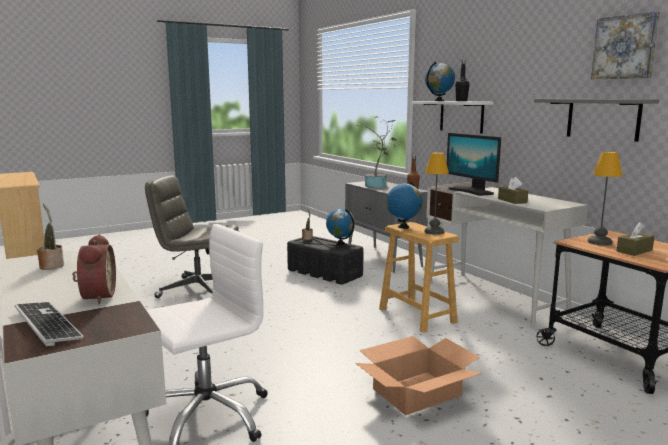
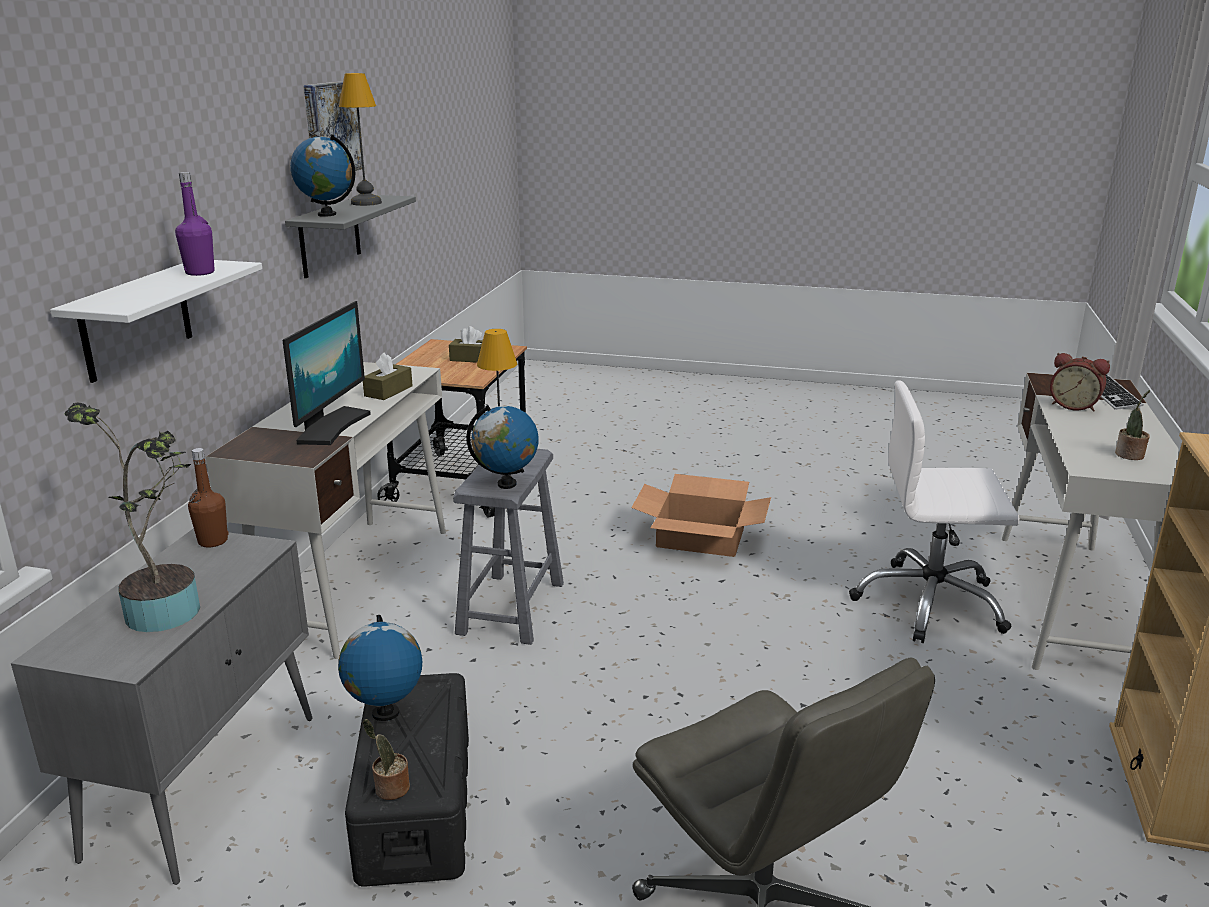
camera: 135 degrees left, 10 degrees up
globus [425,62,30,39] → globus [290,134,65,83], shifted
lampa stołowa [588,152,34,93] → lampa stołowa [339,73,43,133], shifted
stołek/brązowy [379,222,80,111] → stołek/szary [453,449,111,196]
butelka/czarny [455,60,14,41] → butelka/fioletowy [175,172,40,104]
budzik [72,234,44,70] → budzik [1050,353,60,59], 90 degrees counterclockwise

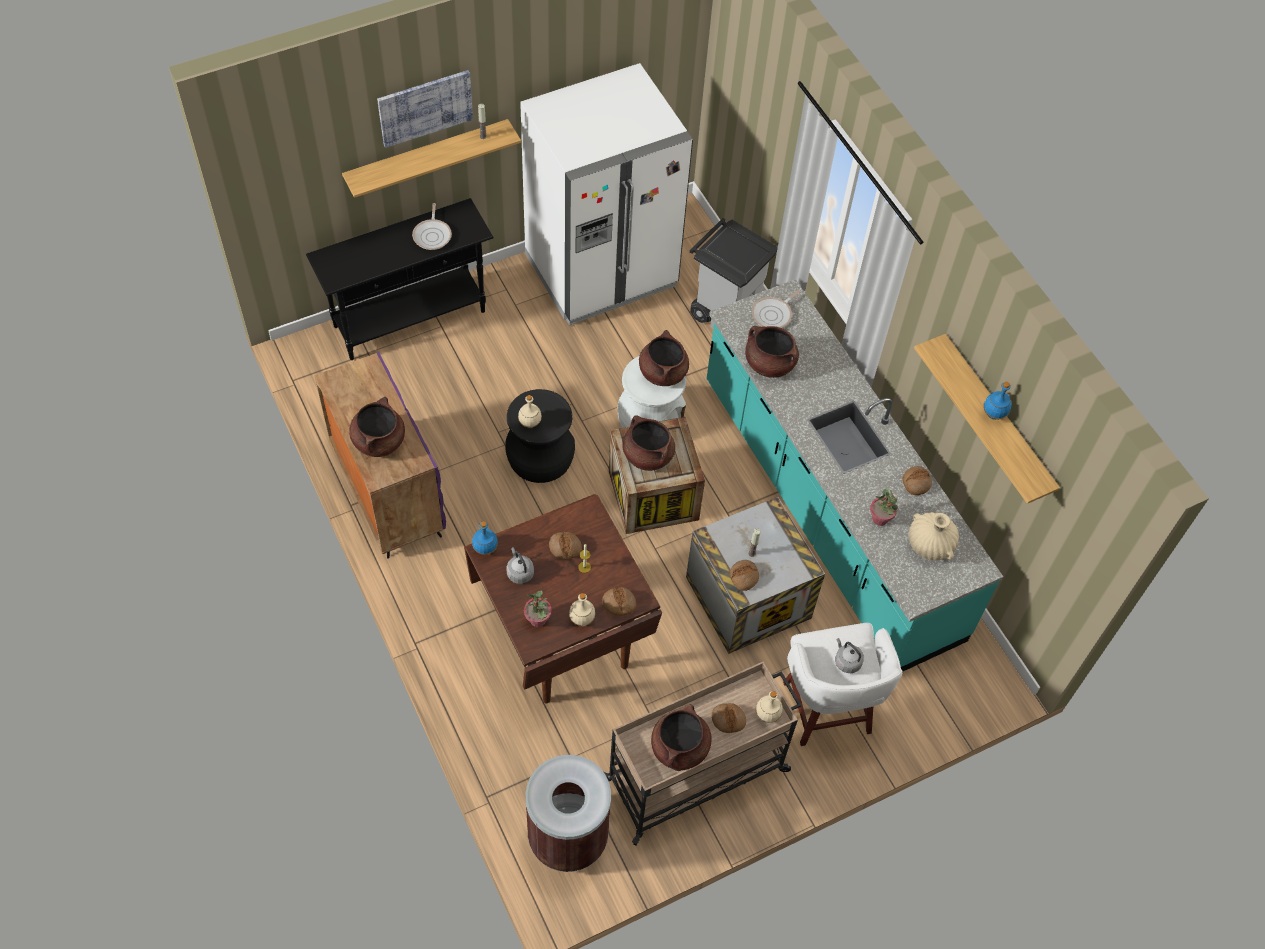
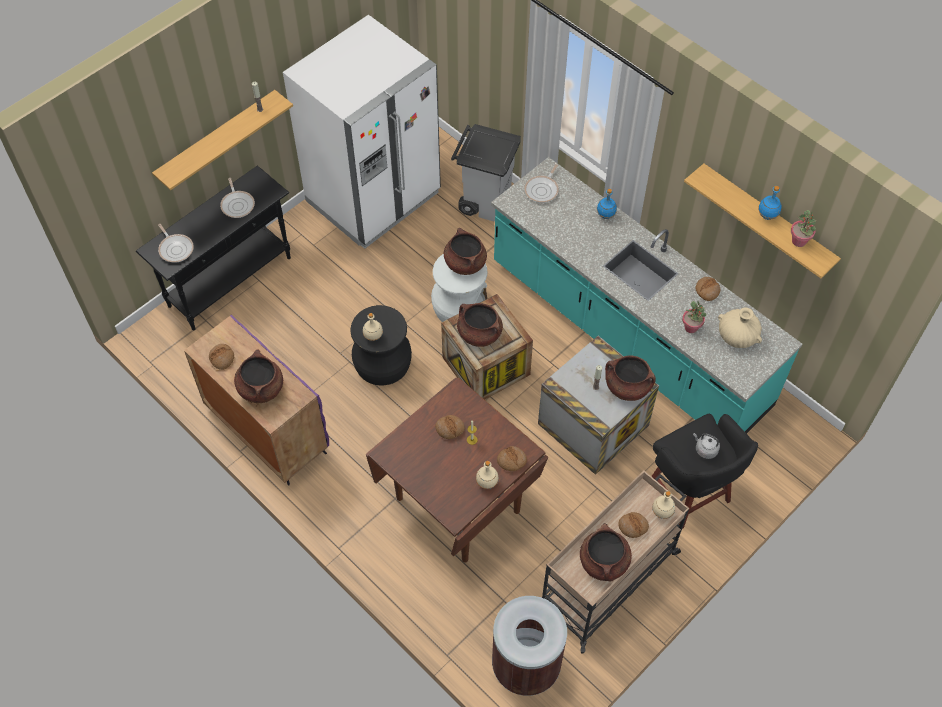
camera: 15 degrees left, 0 degrees up
obraz [377,70,96,78] → -
czajnik/szary [507,547,27,37] → -
- → patelnia [158,224,36,39]
butelka/niebieski [472,521,26,34] → butelka/niebieski [597,189,20,30], shifted
roślina doniczkowa [524,591,28,36] → roślina doniczkowa [791,210,25,37], shifted
chleb [730,560,29,31] → chleb [209,344,25,26], shifted
garnek/brązowy [745,326,54,52] → garnek/brązowy [605,356,51,45], shifted
stołek/biały [783,623,120,123] → stołek/czarny [651,414,107,115]

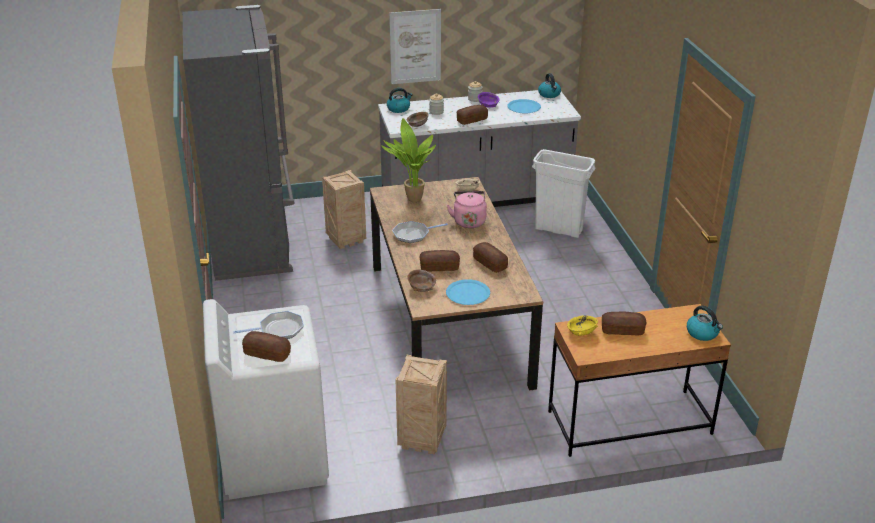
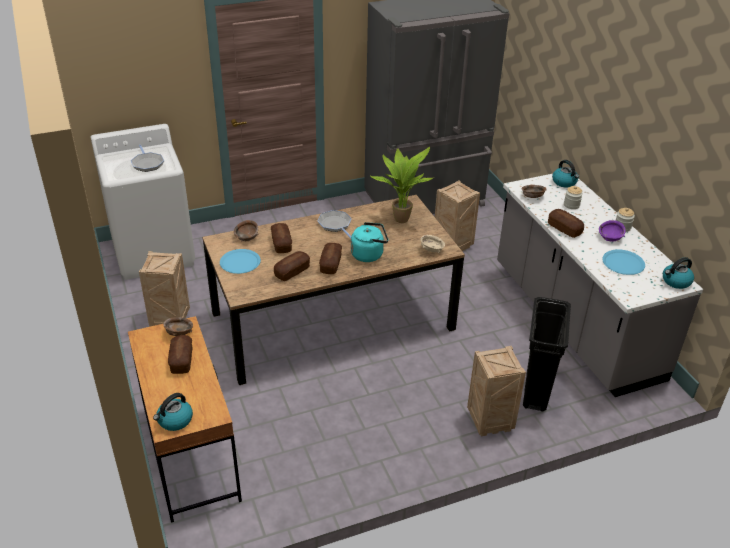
camera: 80 degrees right, 5 degrees up
obraz [389,9,52,75] → -
- → skrzynka [467,346,59,90]
chleb [242,331,49,31] → chleb [319,243,23,31], shifted
czajnik/różowy [447,191,40,37] → czajnik/turkusowy [351,222,37,40]
kosz na śmieci/biały [532,149,63,89] → kosz na śmieci/czarny [523,297,48,115]
miska/żółty [567,315,31,21] → miska/brązowy [163,317,30,19]

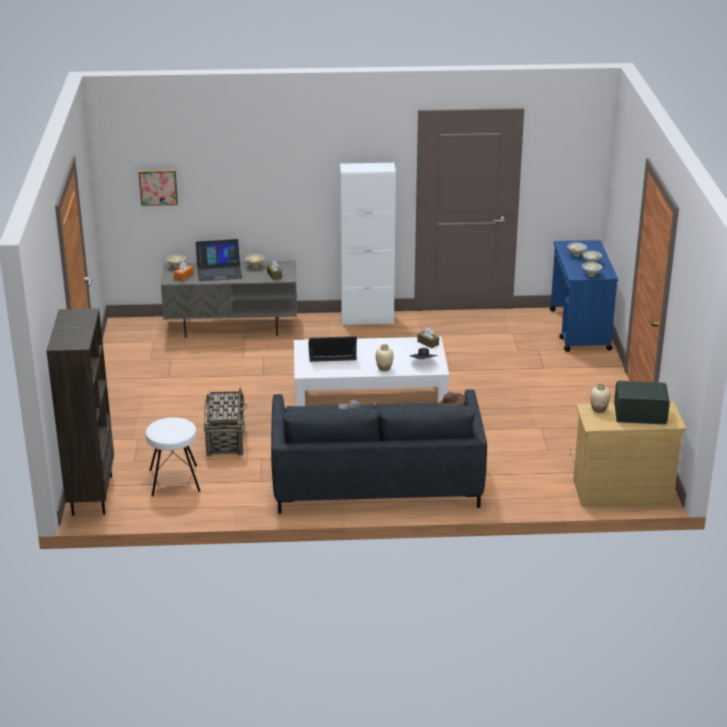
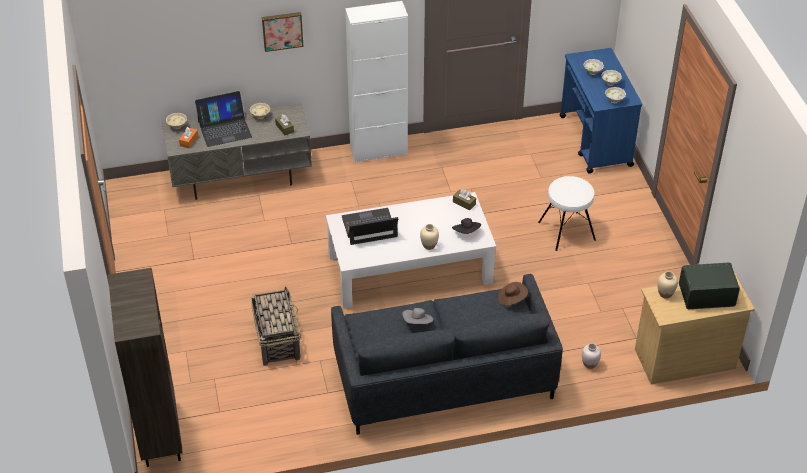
camera: 10 degrees left, 15 degrees up
- → wazon/biały [582,343,19,26]
obraz [139,169,39,37] → obraz [262,12,42,40], shifted
stołek/biały [146,417,55,80] → stołek/biały [538,176,58,75], shifted

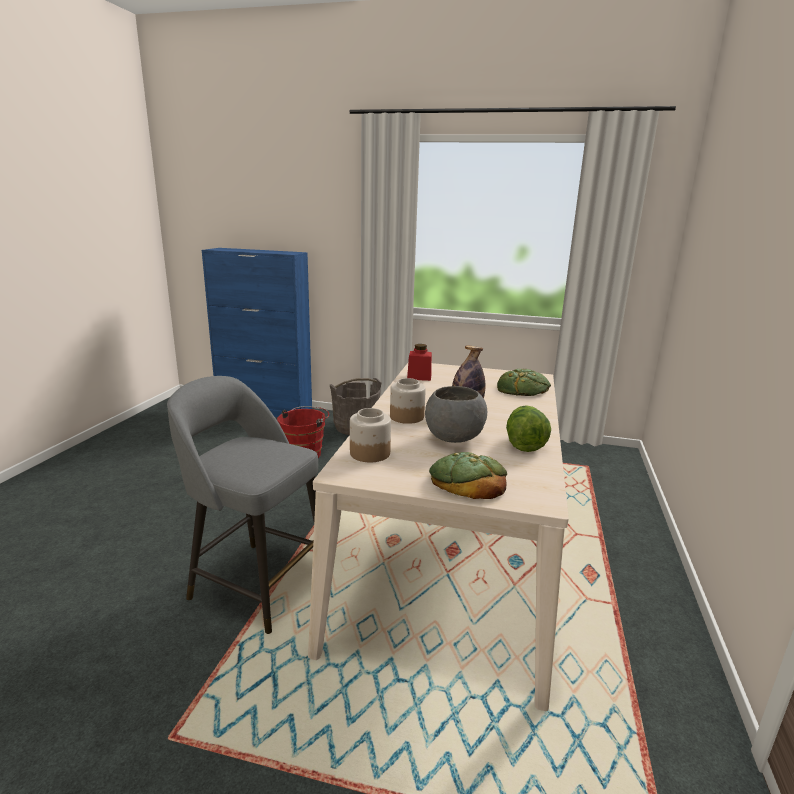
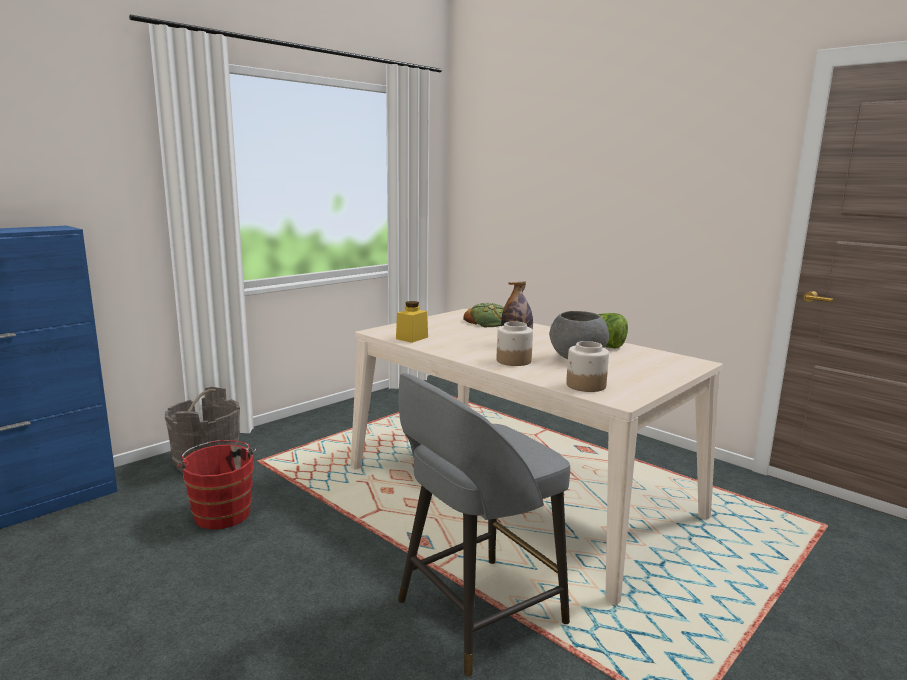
camera: 60 degrees left, 5 degrees down
chleb [429,452,78,47] → -
słoik/czerwony [407,344,25,37] → słoik/żółty [396,301,32,42]

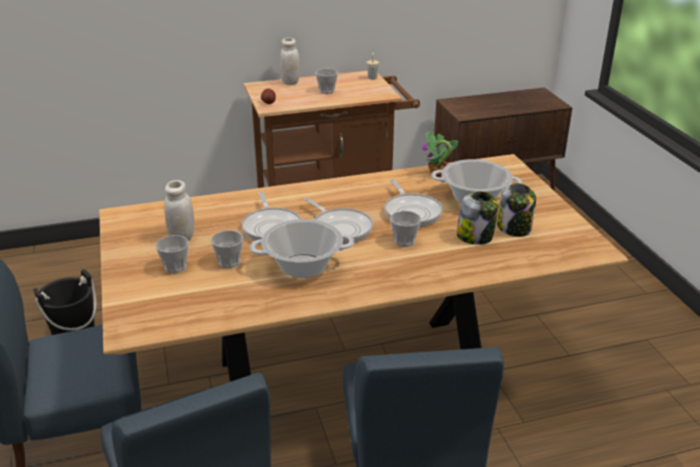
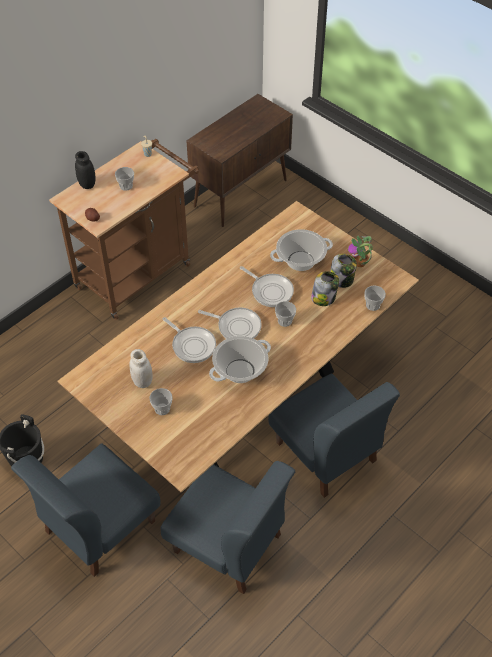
camera: 30 degrees left, 20 degrees up
filiżanka [211,230,32,38] → filiżanka [364,286,22,25], shifted
roślina doniczkowa [422,131,36,46] → roślina doniczkowa [348,236,25,31], shifted
słoik/biały [280,38,20,47] → słoik/czarny [75,151,21,38]

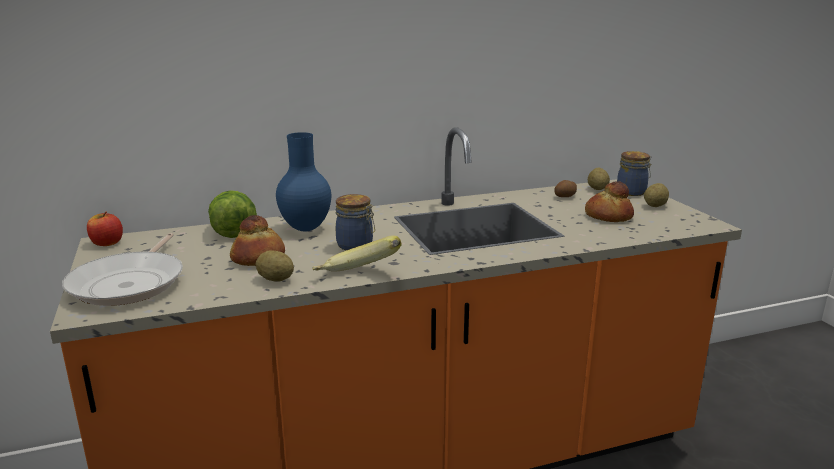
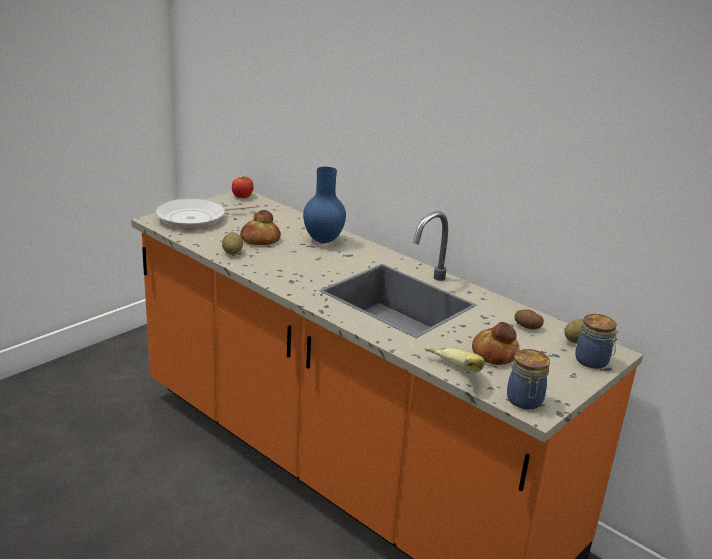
camera: 60 degrees right, 5 degrees up
sałata [208,190,49,48] → -
ziemniak [644,183,25,24] → -
banan [312,236,90,36] → banan [425,346,59,26], shifted
słoik [336,194,39,56] → słoik [507,349,43,60], shifted

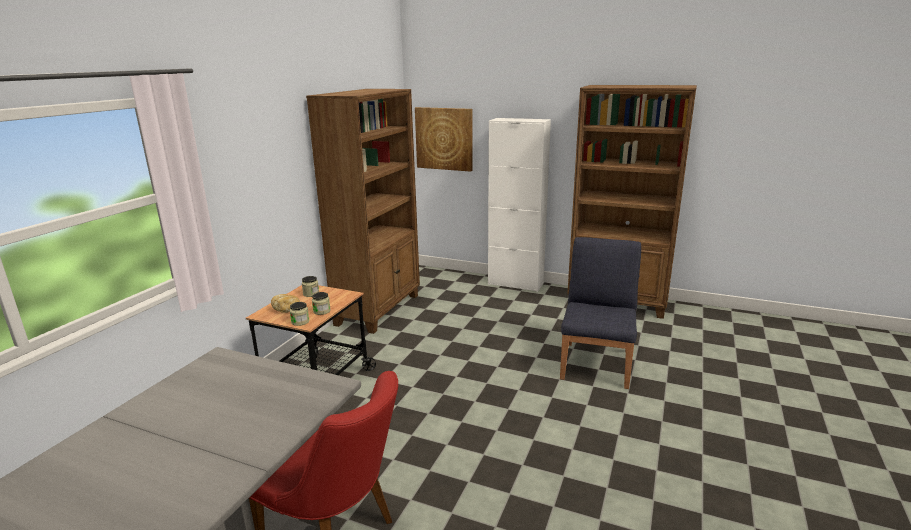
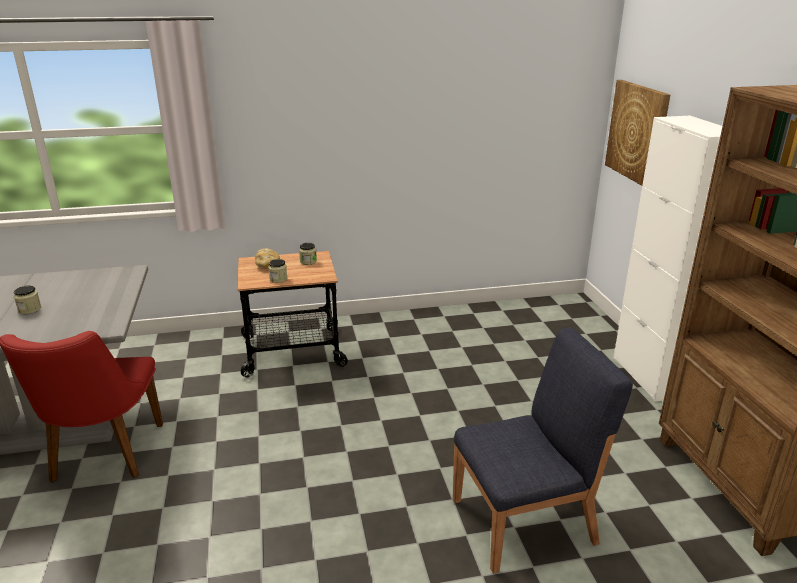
camera: 55 degrees right, 5 degrees up
regał/brązowy [306,89,114,245] → -
słoik [290,302,19,24] → słoik [14,286,27,28], shifted

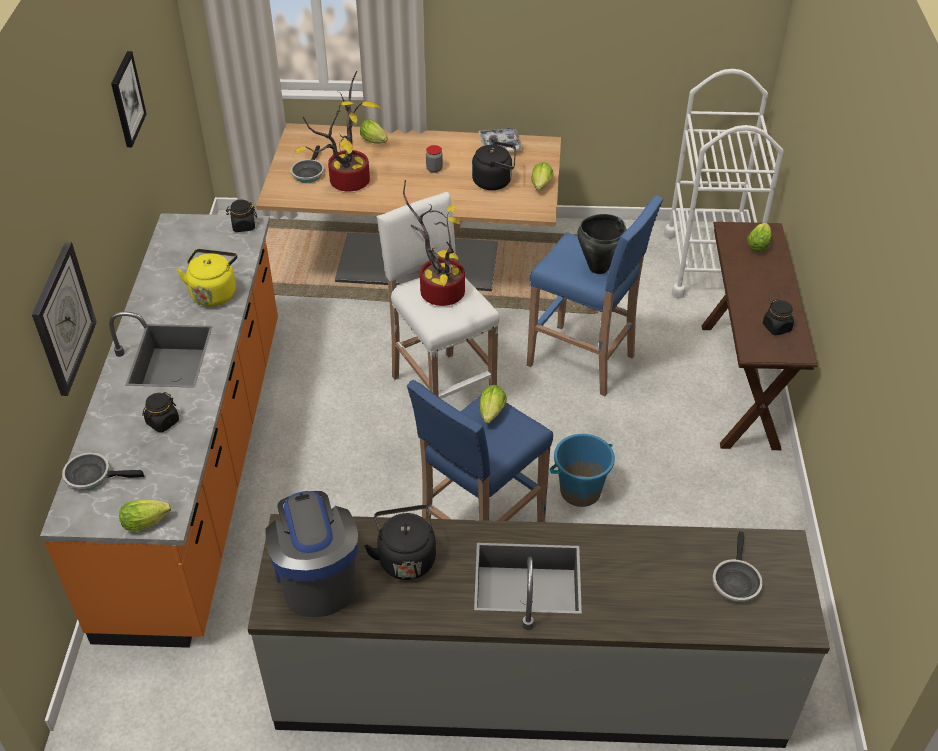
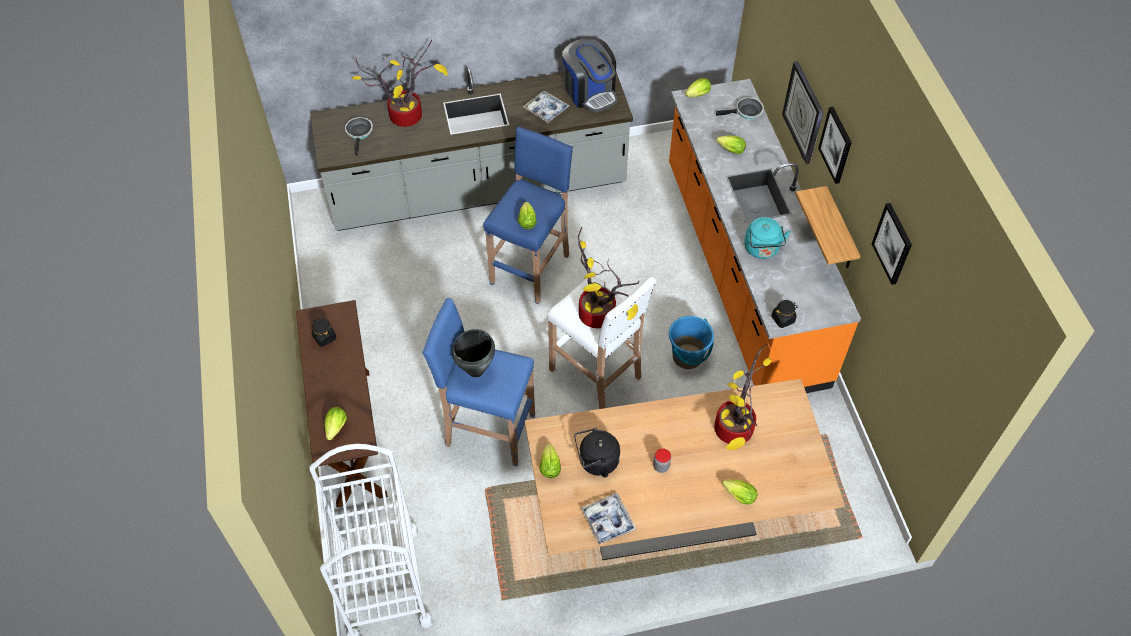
camera: 165 degrees right, 10 degrees up
patelnia [291,146,33,37] → -
- → roślina doniczkowa [351,40,96,87]
- → półka [795,186,66,82]
- → obraz [818,107,34,77]
wiadro/niebieski [550,434,65,73] → wiadro/niebieski [669,316,45,53], shifted
słoik/czarny [142,392,37,41] → sałata [716,135,30,19]
czajnik/czarny [364,505,72,75] → taca [523,91,46,32]
czajnik/żółty [177,249,60,57] → czajnik/turkusowy [744,217,47,42]

